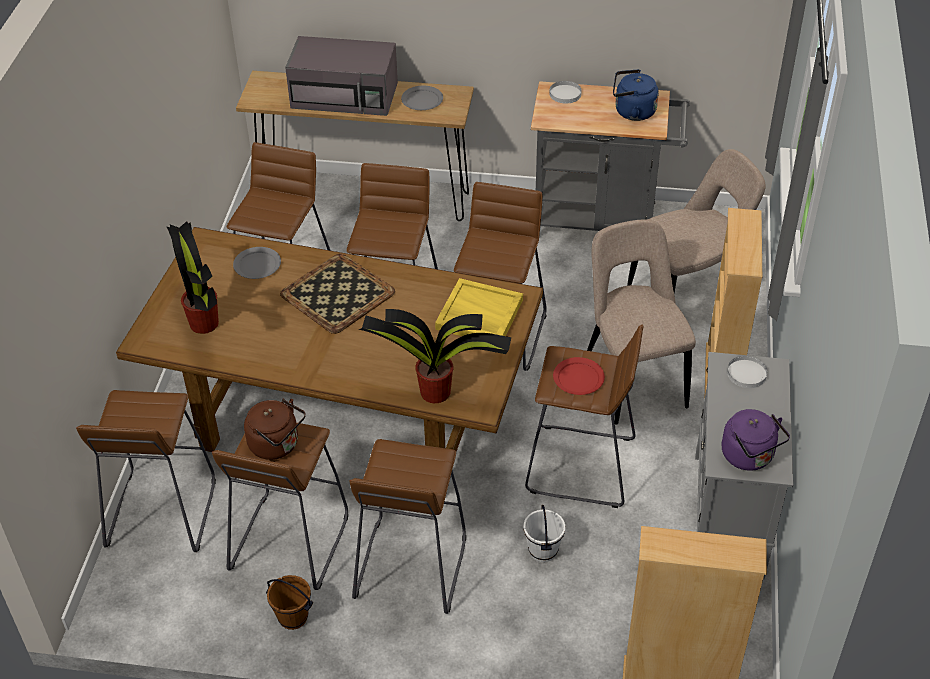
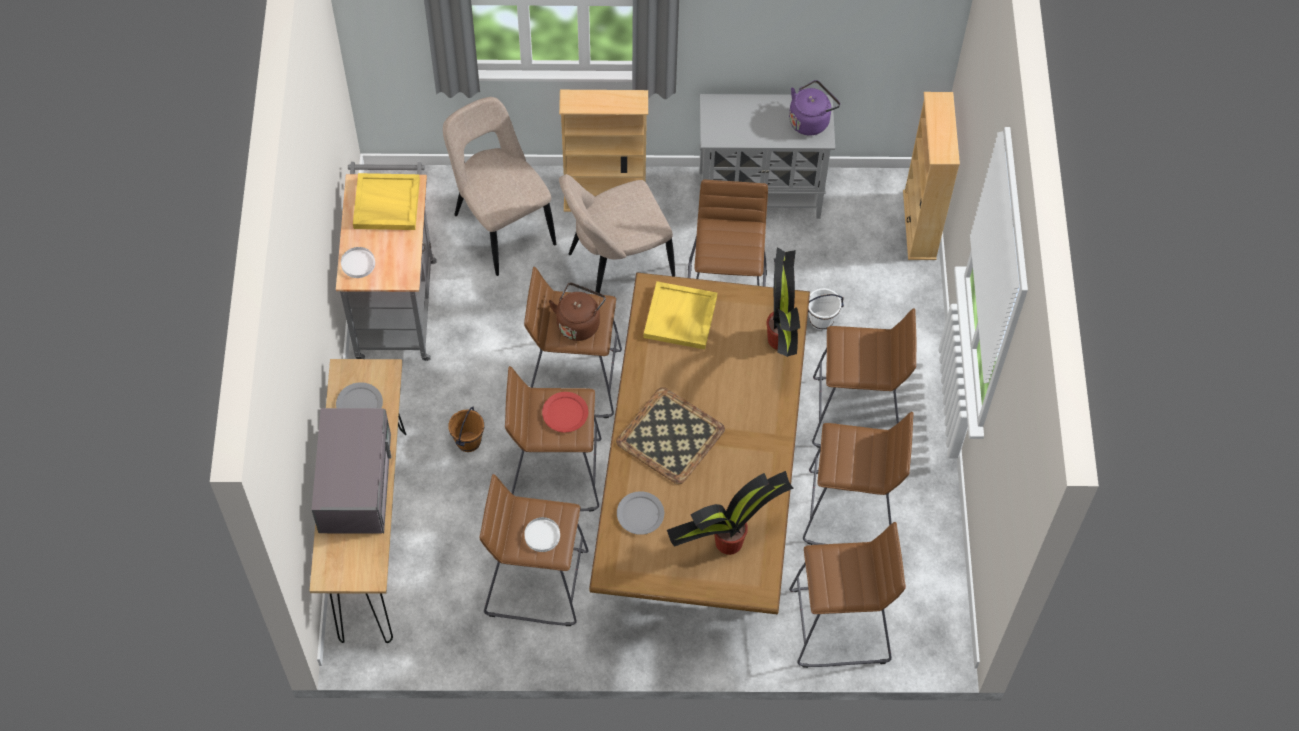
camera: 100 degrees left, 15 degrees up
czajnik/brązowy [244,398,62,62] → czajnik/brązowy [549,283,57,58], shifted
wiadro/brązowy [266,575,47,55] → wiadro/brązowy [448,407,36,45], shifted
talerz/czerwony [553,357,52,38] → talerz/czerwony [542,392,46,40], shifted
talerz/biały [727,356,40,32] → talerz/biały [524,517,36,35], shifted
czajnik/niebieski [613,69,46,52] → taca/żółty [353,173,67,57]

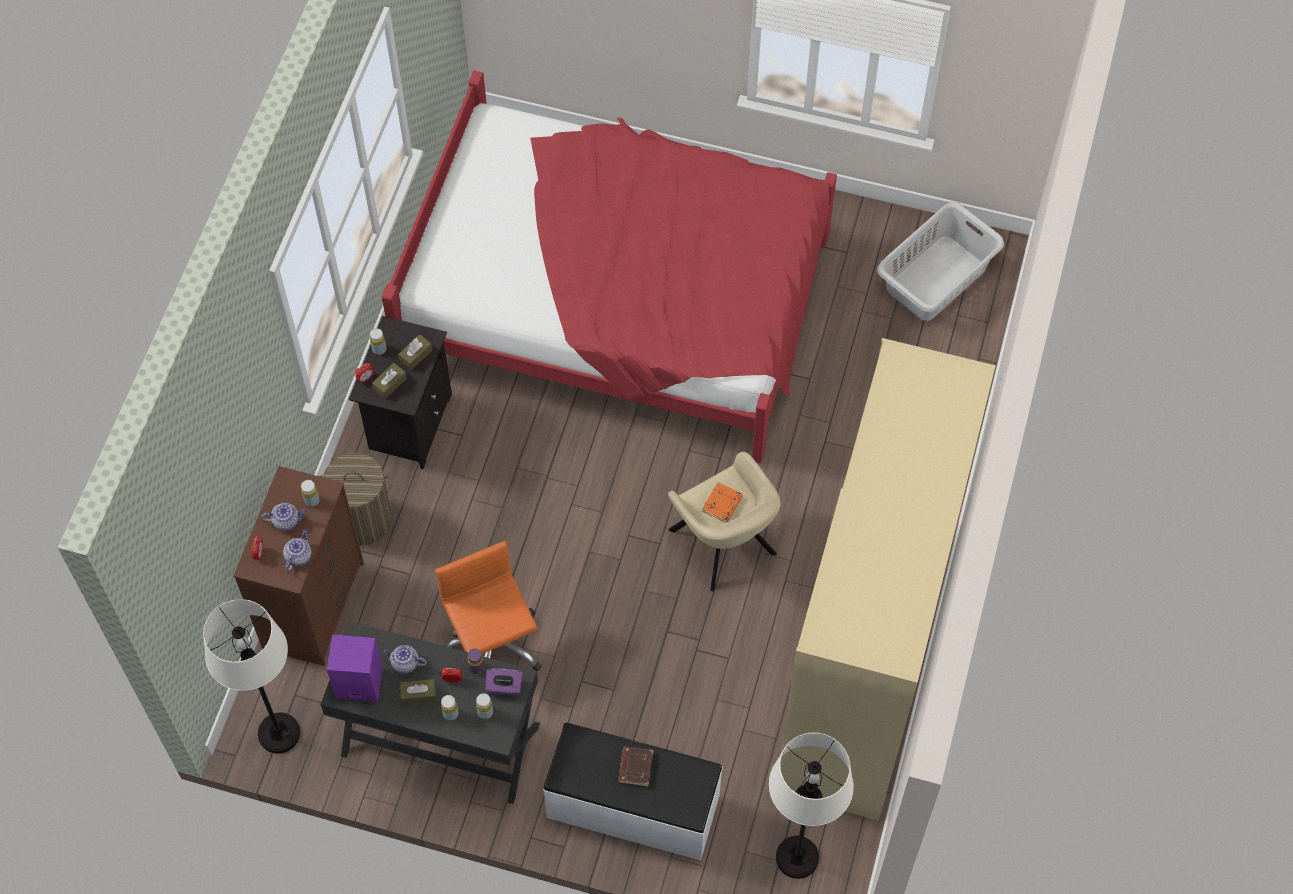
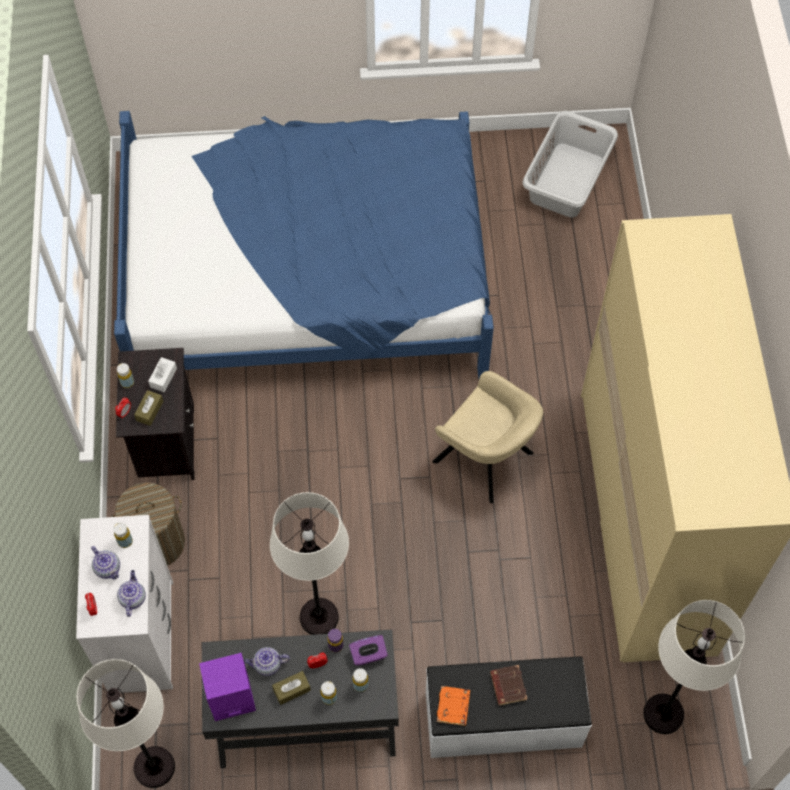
camera: 20 degrees left, 0 degrees up
książka/pomarańczowy [702,482,41,41] → książka/pomarańczowy [437,686,33,40], shifted
krzesło biurowe/pomarańczowy [435,541,107,130] → lampa stojąca/biały [270,492,79,143]
komoda/brązowy [233,466,131,200] → komoda/biały [76,515,97,178]
łóżko/czerwony [382,70,455,394] → łóżko/niebieski [114,111,380,268]
pudełko chusteczek/brązowy [398,334,35,36] → pudełko chusteczek/biały [148,357,29,35]
imbryk [261,503,46,28] → imbryk [91,546,29,33], 75 degrees clockwise

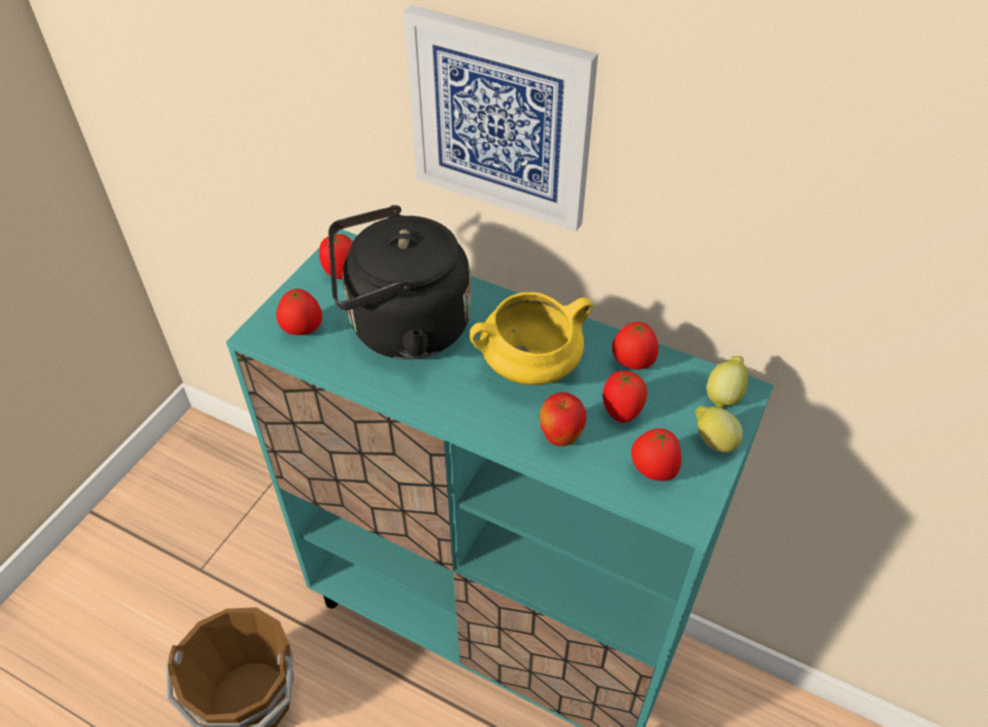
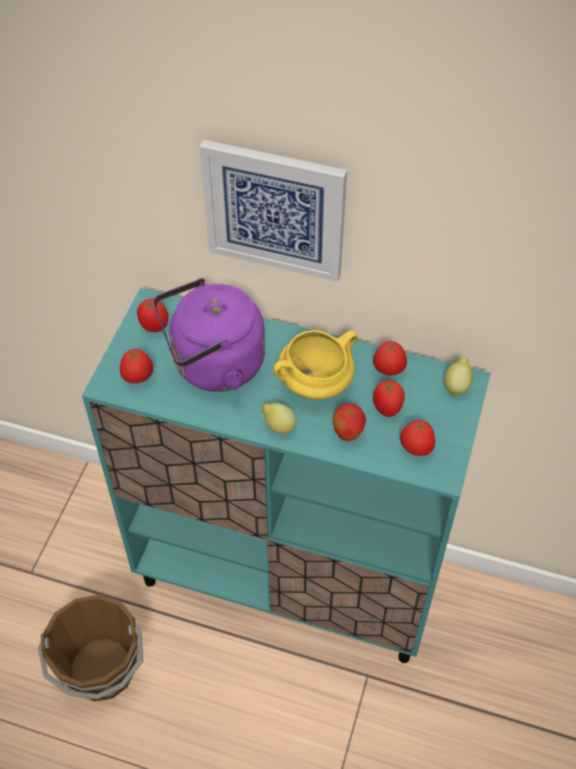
camera: 10 degrees left, 5 degrees up
cytryna [695,406,48,47] → cytryna [261,403,35,31], shifted
czajnik/czarny [328,205,143,154] → czajnik/fioletowy [153,278,112,114]

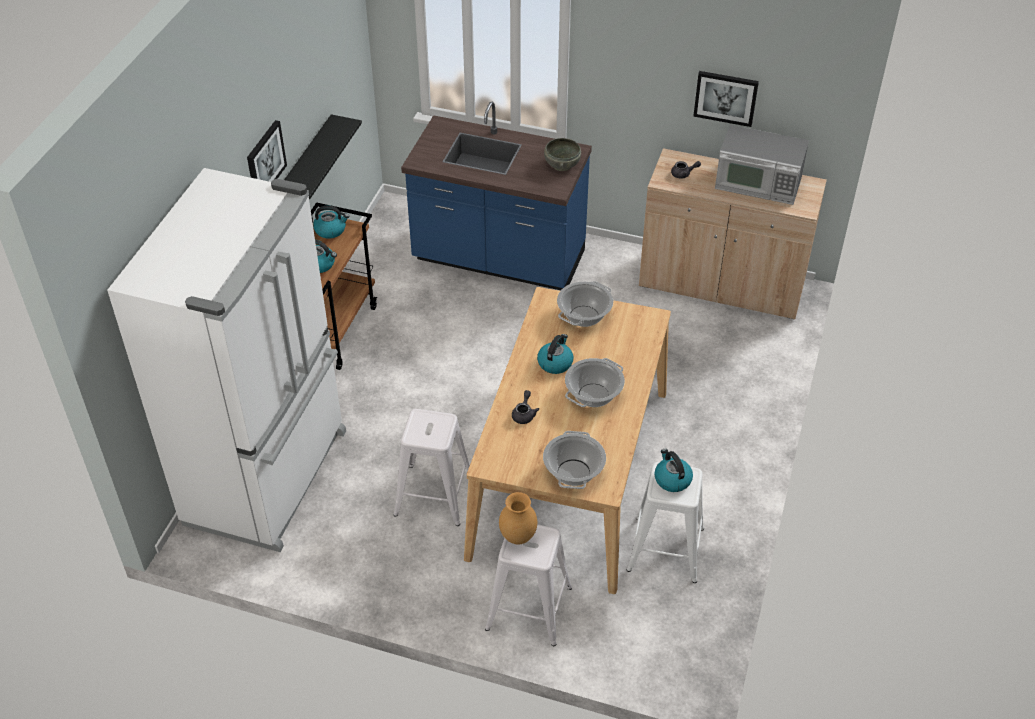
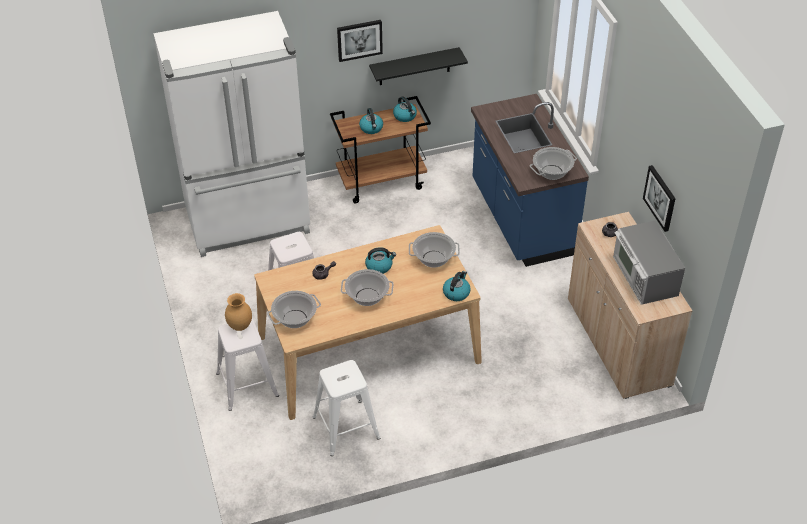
camera: 55 degrees right, 0 degrees up
czajnik [654,449,39,43] → czajnik [443,271,28,30], shifted
miska/szary [544,138,37,33] → garnek [530,147,47,33]

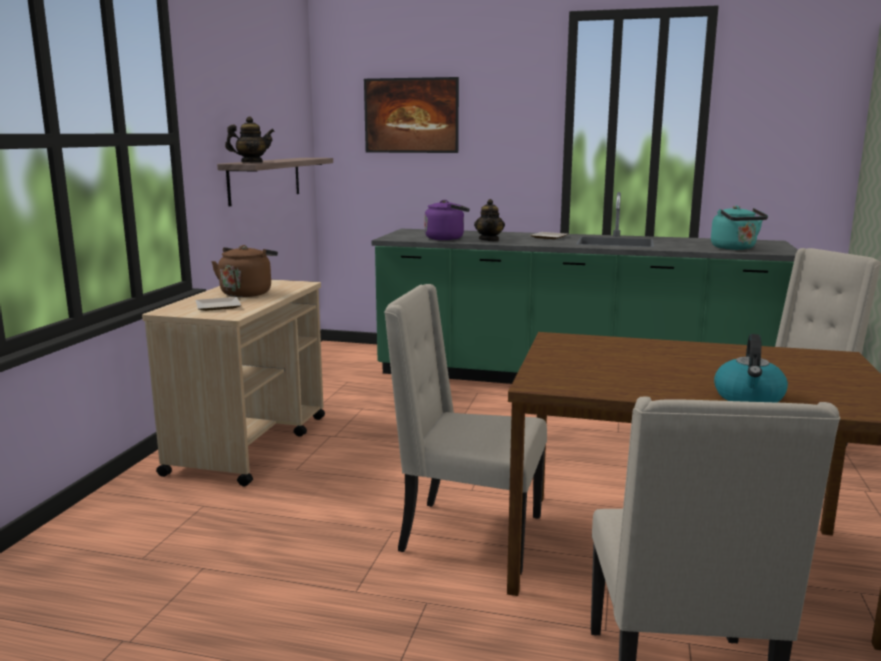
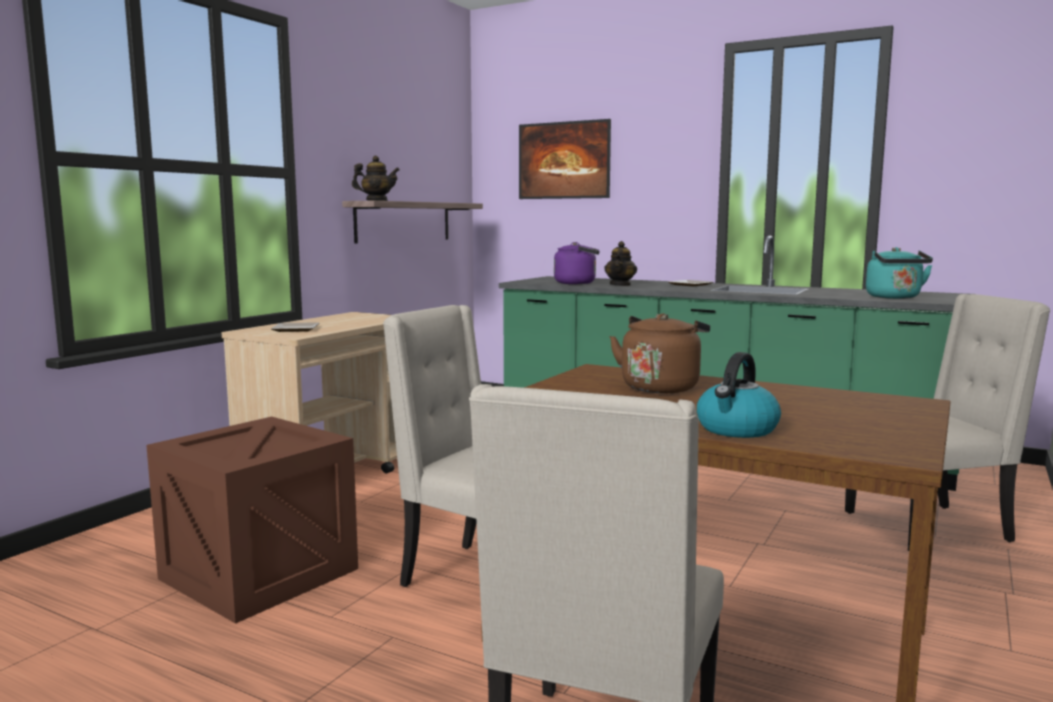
camera: 15 degrees right, 5 degrees down
- → skrzynka [146,417,212,207]
czajnik/brązowy [211,245,67,52] → czajnik/brązowy [610,313,100,80], shifted

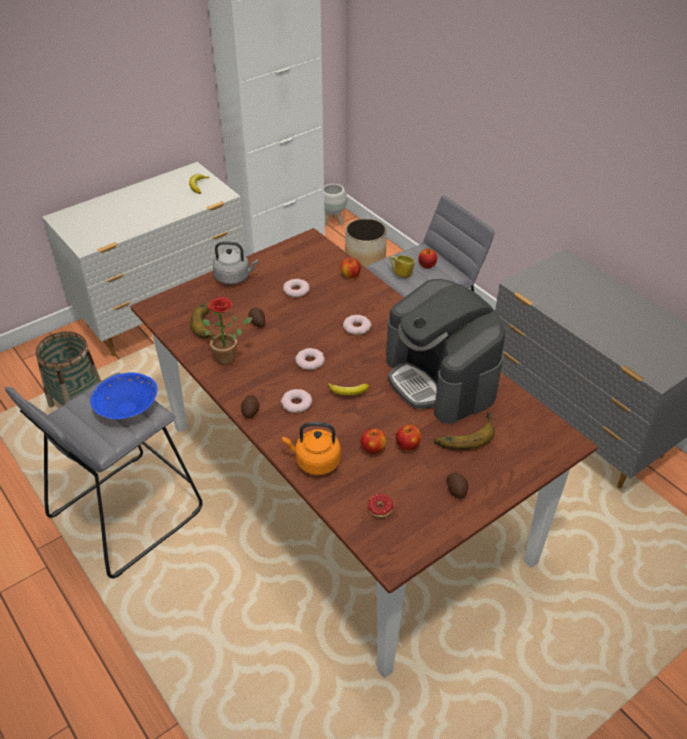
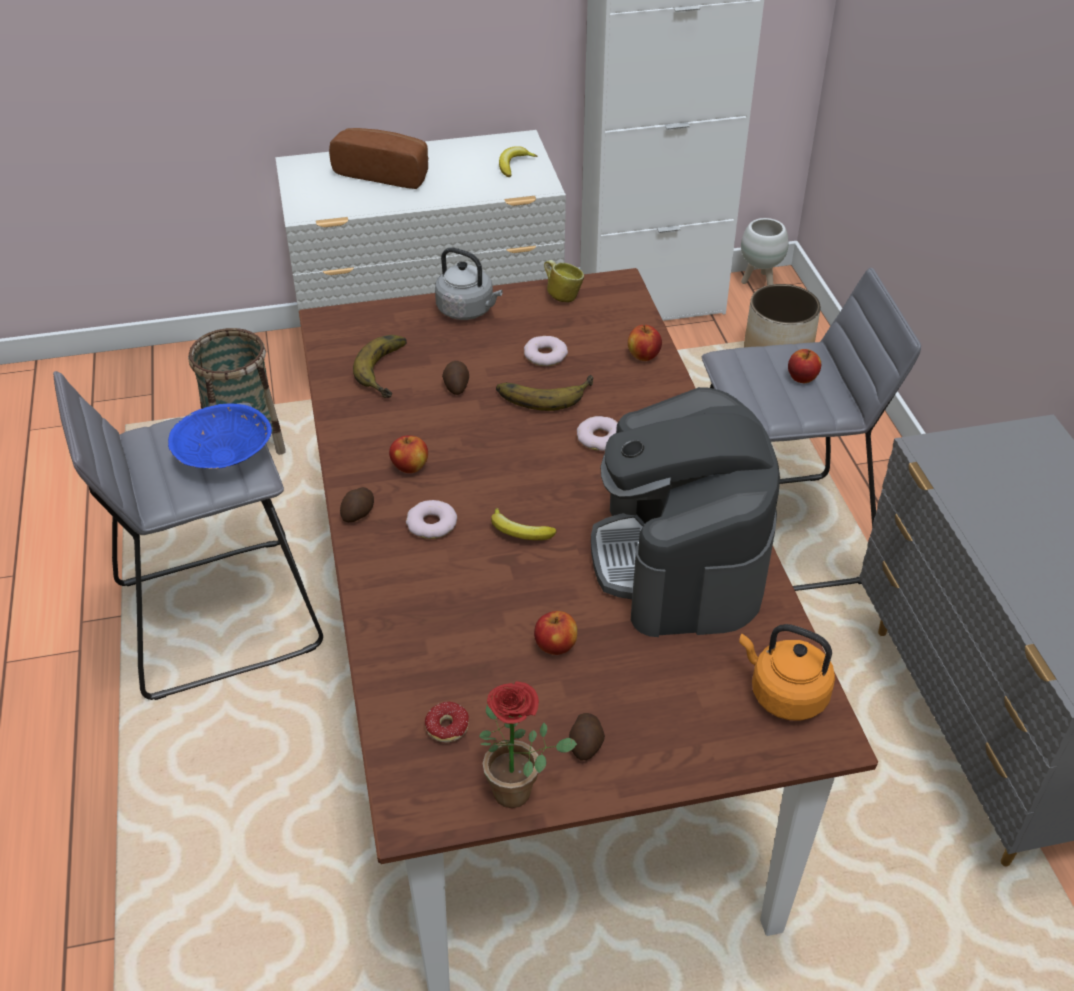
camera: 25 degrees right, 0 degrees up
donut [295,348,30,22] → -
- → chleb [329,128,99,61]
roślina doniczkowa [203,297,50,68] → roślina doniczkowa [479,681,98,127], shifted
czajnik/pomarańczowy [282,422,59,53] → czajnik/pomarańczowy [739,624,96,97], shifted
jabłko [361,429,25,25] → jabłko [389,435,39,38], shifted
kubek [389,255,26,23] → kubek [544,260,40,42], shifted
banan [434,412,61,38] → banan [496,375,97,36], shifted

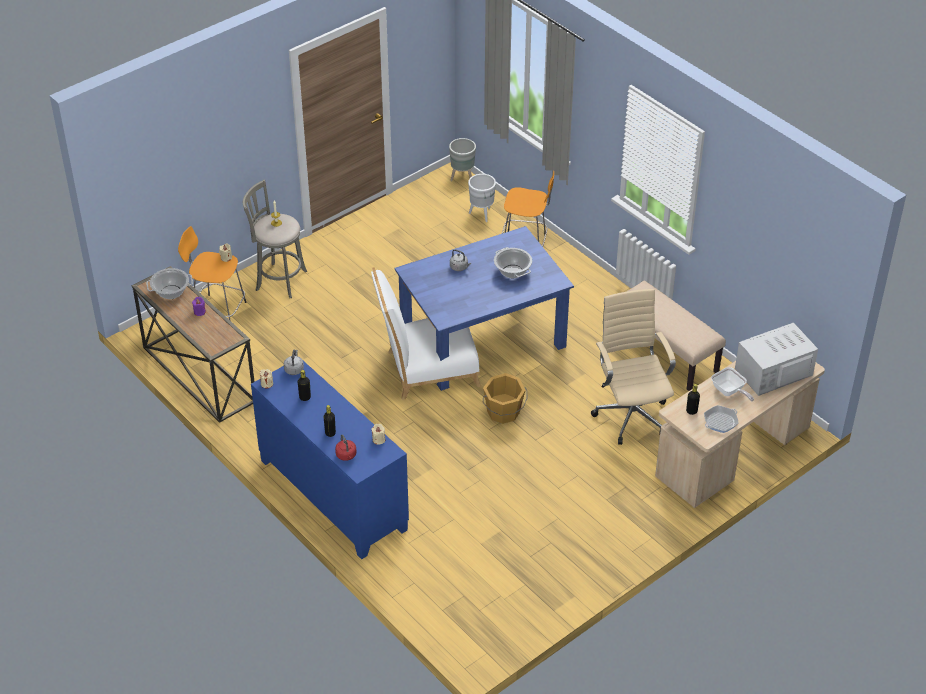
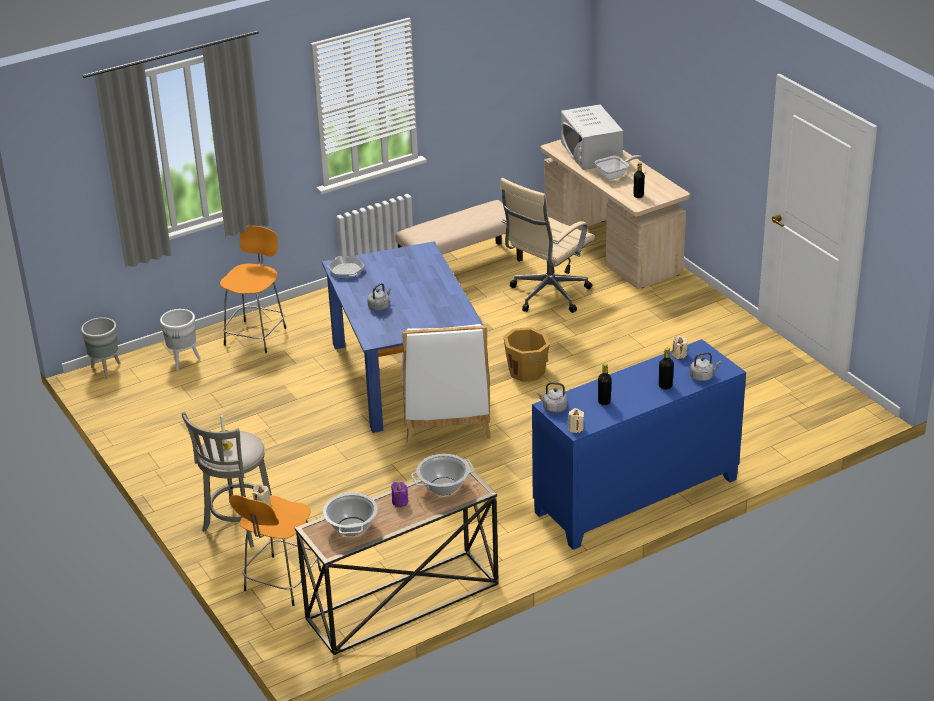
camera: 80 degrees left, 10 degrees down
garnek [494,247,38,31] → garnek [411,454,64,41], shifted
patelnia [704,405,35,28] → patelnia [327,256,38,22], shifted
czajnik/czerwony [335,434,22,27] → czajnik/szary [690,352,31,29]
krzesło biurowe/beżowy [591,289,85,156] → krzesło biurowe/beżowy [500,178,95,135], 45 degrees counterclockwise

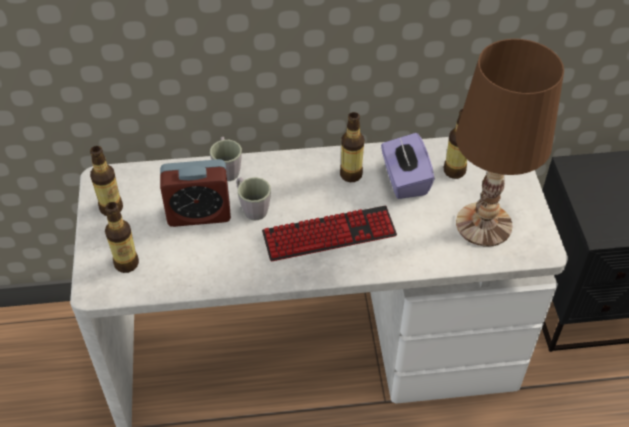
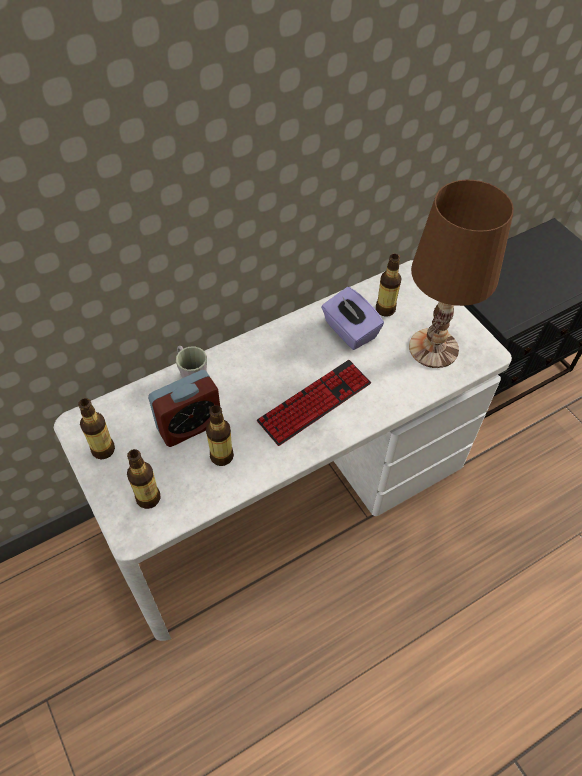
camera: 25 degrees left, 5 degrees up
kubek/szary [236,177,35,44] → -
butelka [340,112,24,70] → butelka [206,405,28,61], shifted

